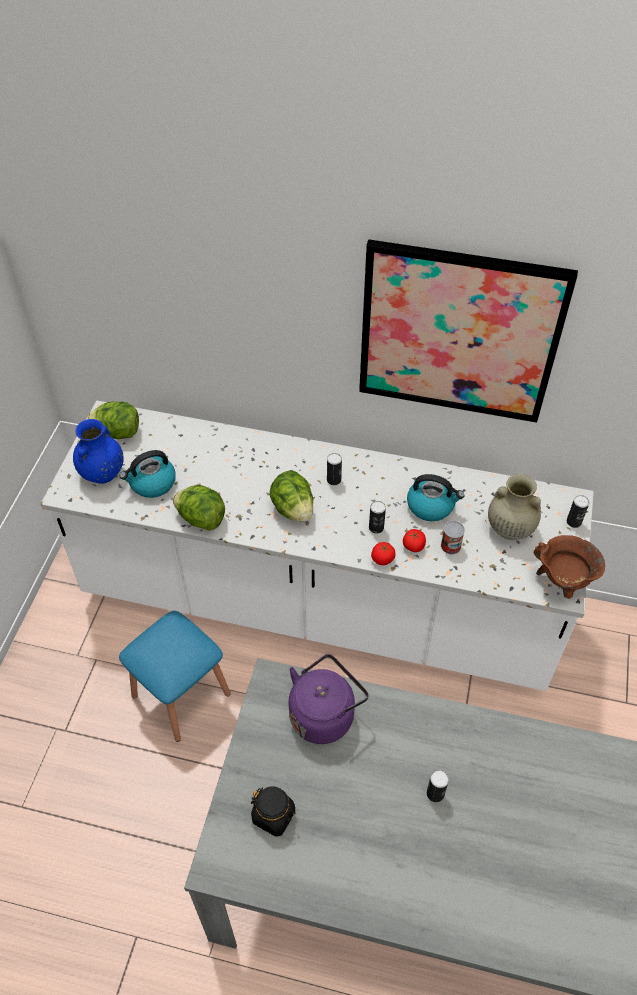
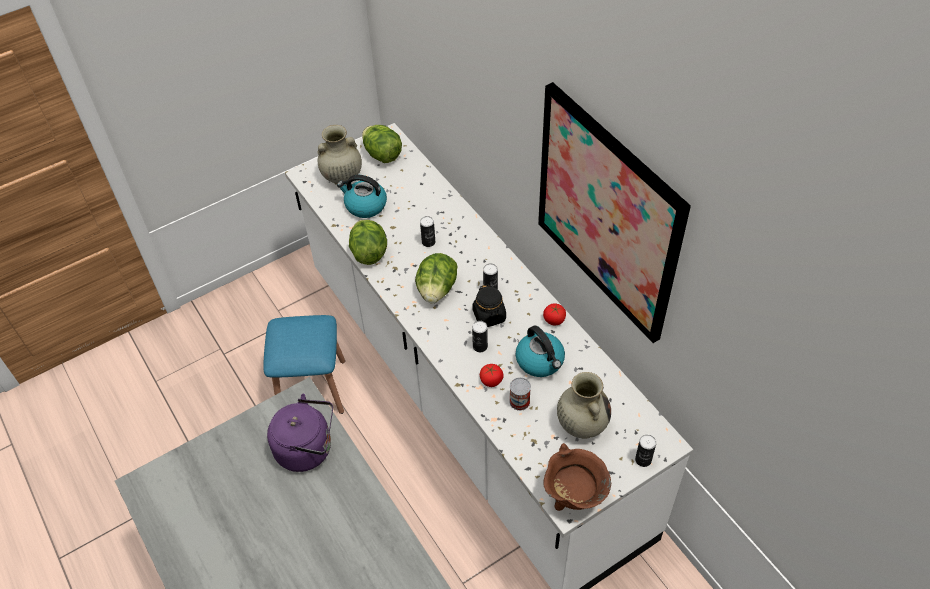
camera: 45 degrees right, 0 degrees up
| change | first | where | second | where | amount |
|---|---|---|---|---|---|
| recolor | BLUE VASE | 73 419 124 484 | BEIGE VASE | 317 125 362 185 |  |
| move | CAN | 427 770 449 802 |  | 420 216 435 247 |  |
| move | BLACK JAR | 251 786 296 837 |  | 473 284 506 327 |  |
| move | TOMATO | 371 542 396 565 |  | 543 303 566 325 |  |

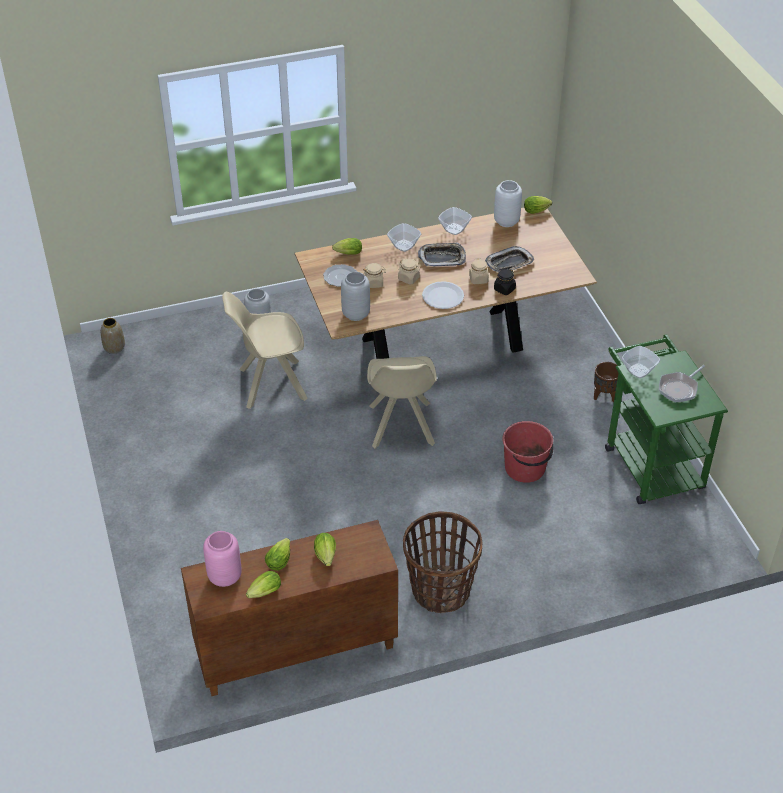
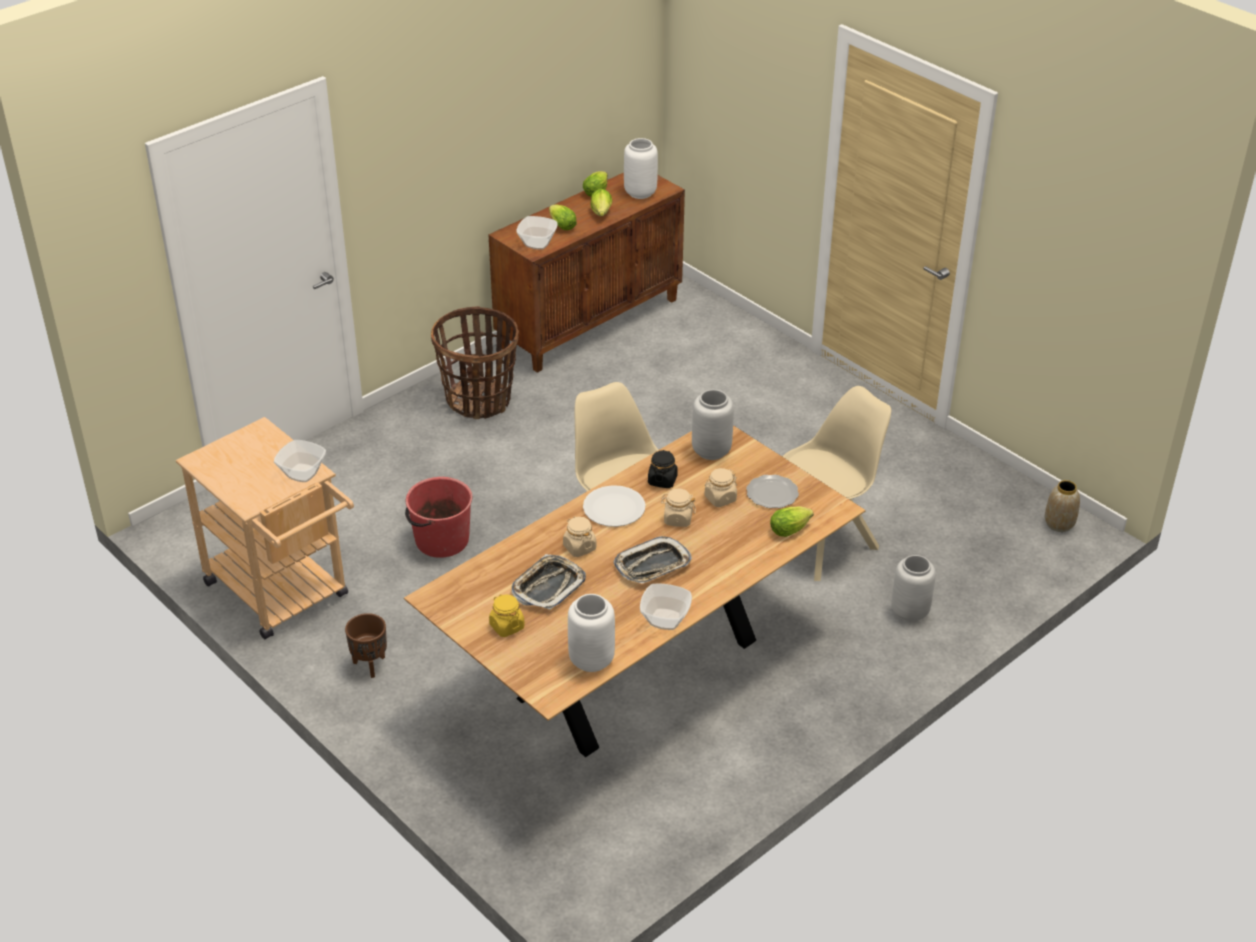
camera: 155 degrees right, 5 degrees down
| change | first | where | second | where | amount |
|---|---|---|---|---|---|
| recolor | GREEN CART | 605 334 728 504 | BEIGE CART | 176 417 354 639 |  |
| insert |  |  | YELLOW JAR | 489 594 525 637 |  |
| move | BOWL | 387 223 421 252 |  | 516 216 558 250 |  |
| recolor | PINK VASE | 203 531 242 587 | WHITE VASE | 624 138 658 199 |  |
| move | BLACK JAR | 494 269 516 295 |  | 648 450 678 488 |  |
| delete | LETTUCE | 524 196 552 214 |  |  |  |
| delete | FRYING PAN | 659 365 705 402 |  |  |  |

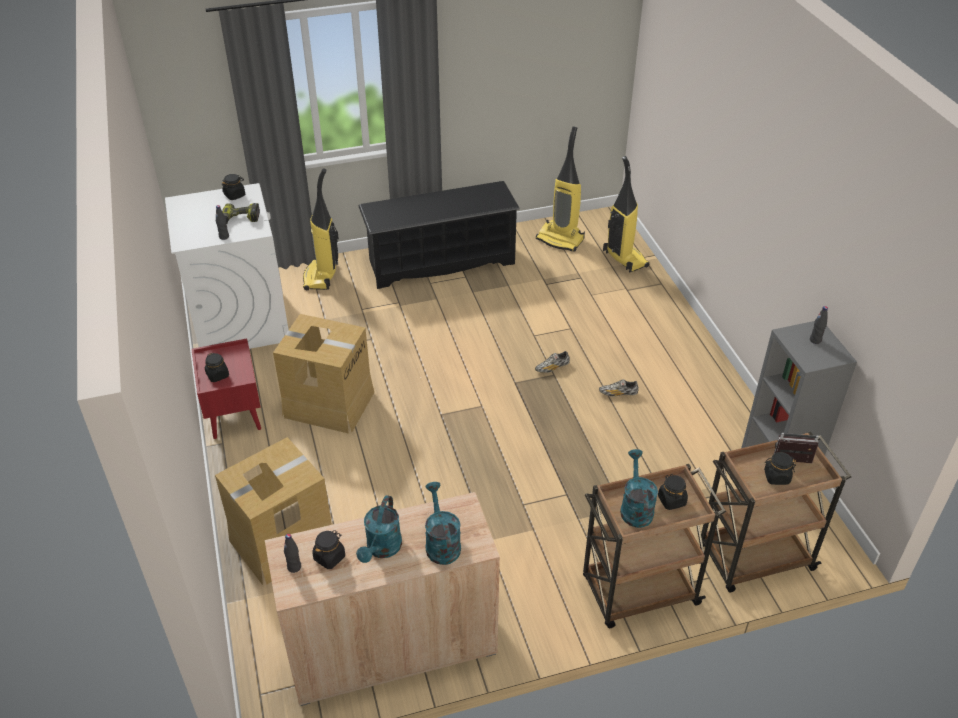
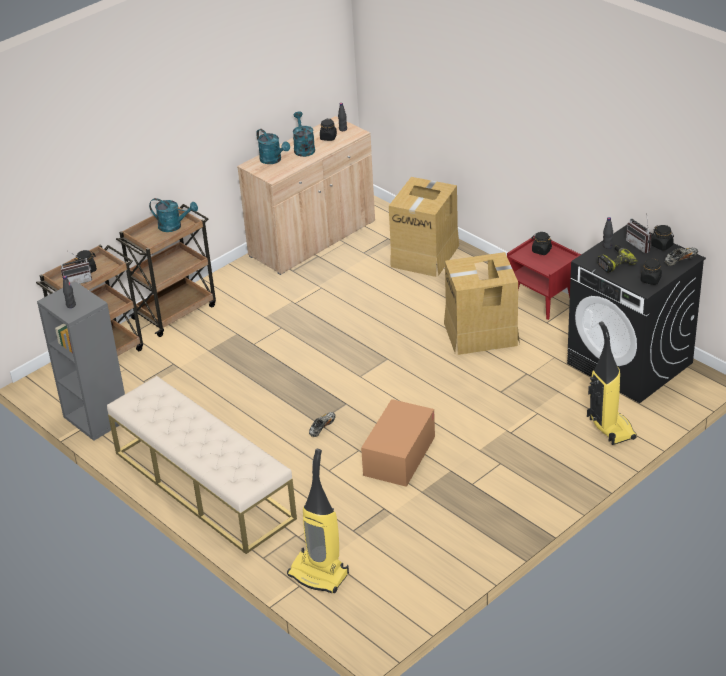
camera: 155 degrees right, 5 degrees down
| change | first | where | second | where | amount |
|---|---|---|---|---|---|
| insert |  |  | BEIGE BENCH | 107 376 297 554 |  |
| rotate | TURQUOISE WATERING CAN | 620 449 658 528 |  | 149 198 198 232 | 45 degrees counterclockwise |
| insert |  |  | CARDBOARD BOX | 361 399 435 487 |  |
| recolor | WHITE WASHING MACHINE | 165 183 289 349 | BLACK WASHING MACHINE | 567 225 706 403 |  |
| insert |  |  | RADIO | 626 213 651 253 |  |
| move | BLACK JAR | 658 474 688 510 |  | 652 225 674 251 |  |
| move | SHOE | 599 379 639 397 |  | 665 248 698 266 |  |
| delete | BLACK SHOE RACK | 359 181 520 289 |  |  |  |
| delete | VACUUM CLEANER | 536 126 585 252 |  |  |  |

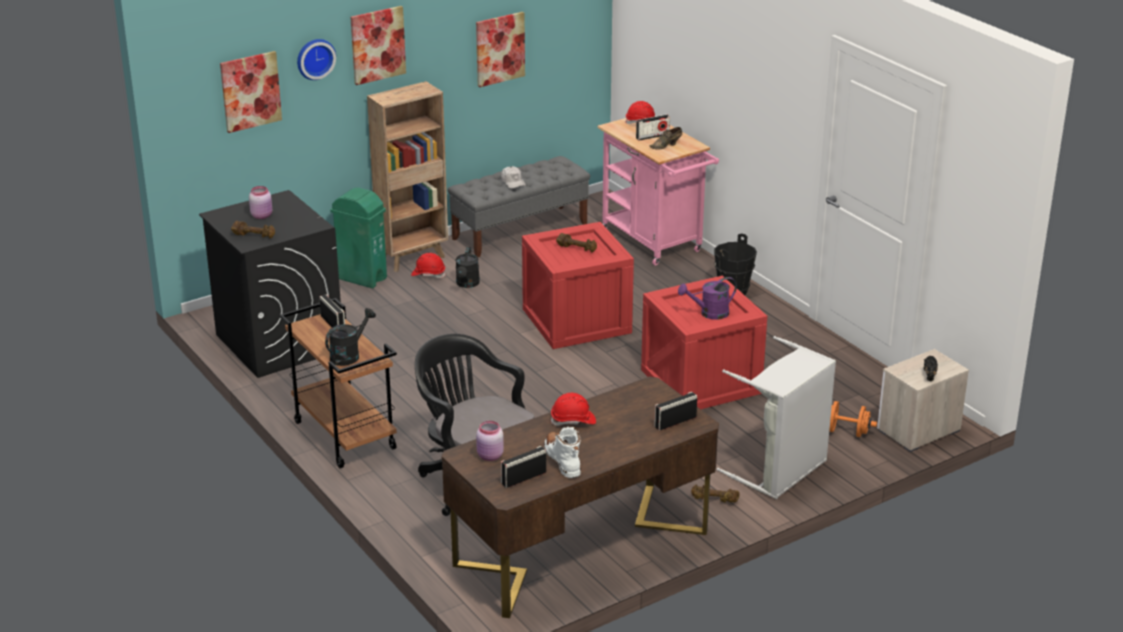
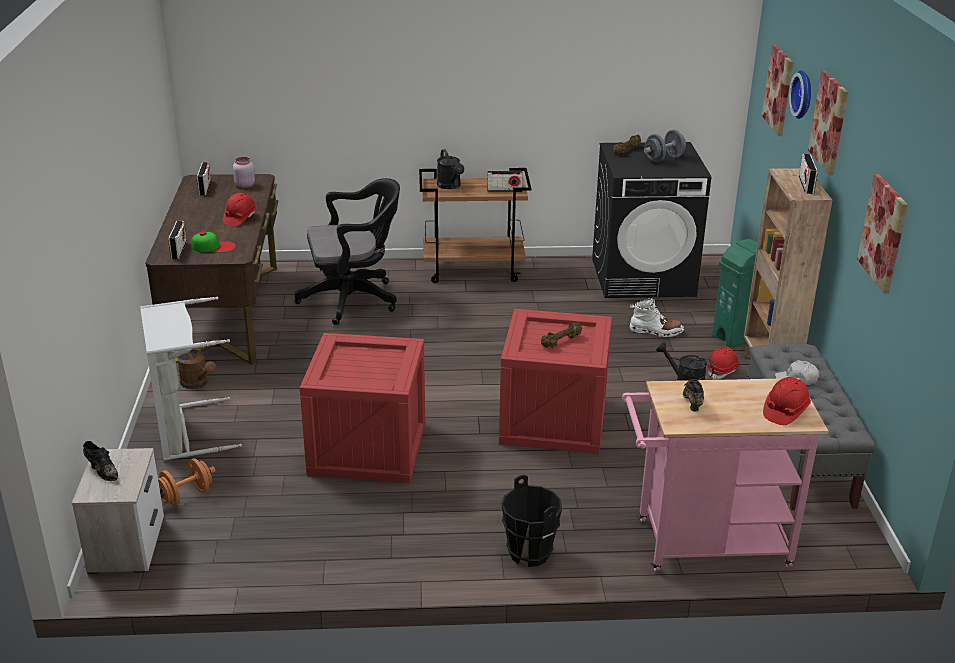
camera: 120 degrees right, 0 degrees up
| change | first | where | second | where | amount |
|---|---|---|---|---|---|
| replace | BROWN DUMBBELL | 691 485 740 503 | BROWN WATERING CAN | 177 349 216 389 |  |
| insert |  |  | CAP | 191 231 236 252 |  |
| move | WHITE BOOT | 544 427 581 478 |  | 629 298 684 337 |  |
| replace | PINK JAR | 249 186 272 219 | GREY DUMBBELL | 644 130 686 162 |  |
| move | RADIO | 636 114 670 141 |  | 799 154 818 194 |  |
| delete | PURPLE WATERING CAN | 678 277 737 320 |  |  |  |

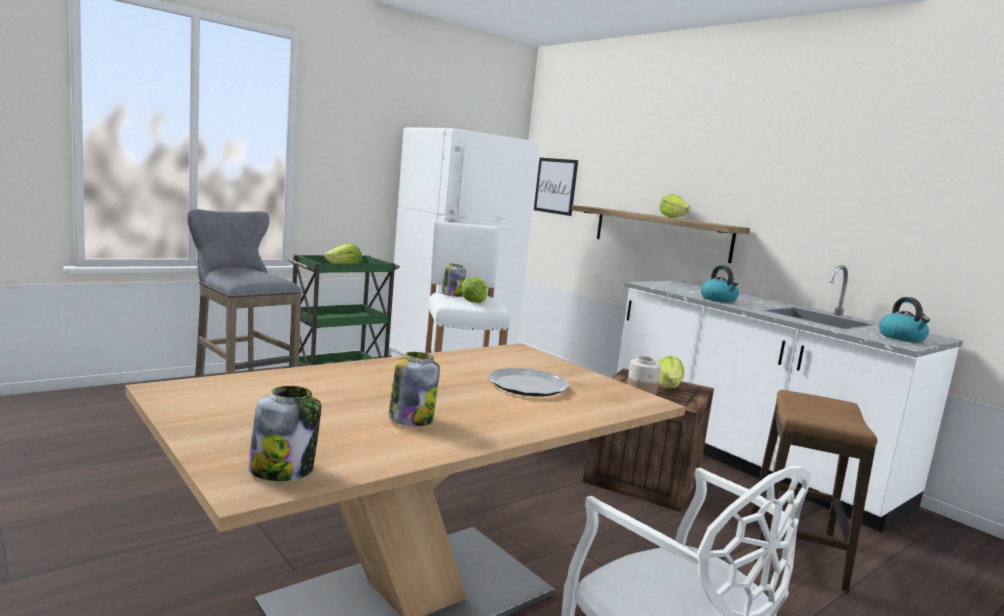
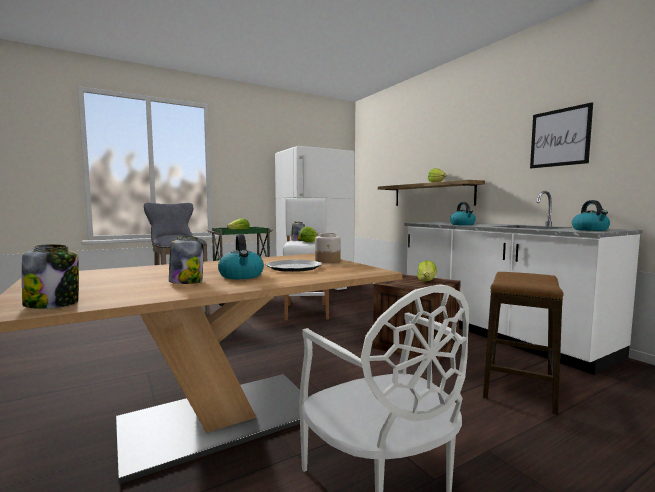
camera: 10 degrees right, 5 degrees down
| change | first | where | second | where | amount |
|---|---|---|---|---|---|
| insert |  |  | KETTLE | 218 234 264 279 |  |
| move | JAR | 627 356 661 394 |  | 315 233 341 263 |  |
| move | PICTURE | 534 158 578 216 |  | 530 102 593 168 |  |

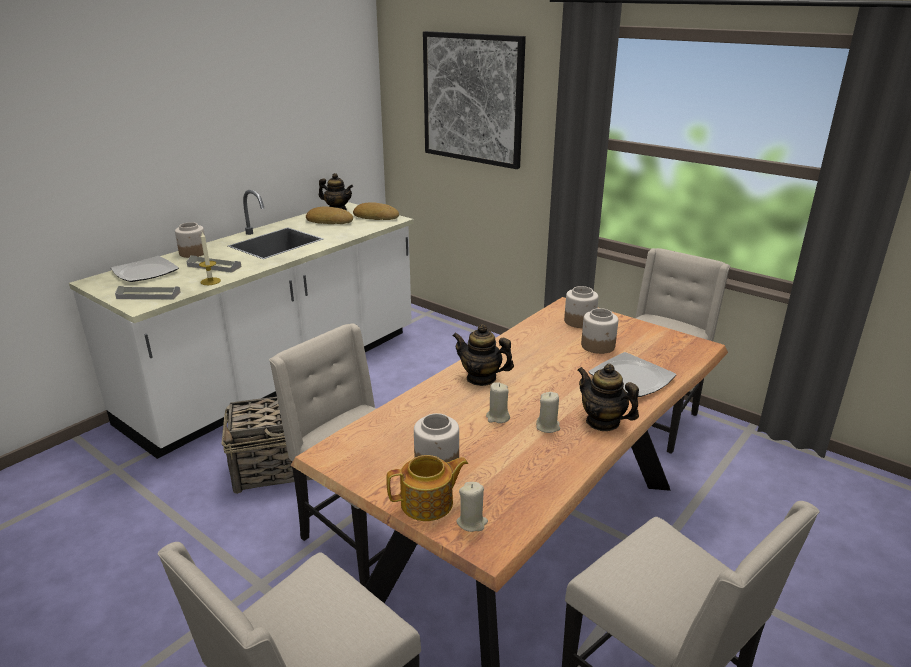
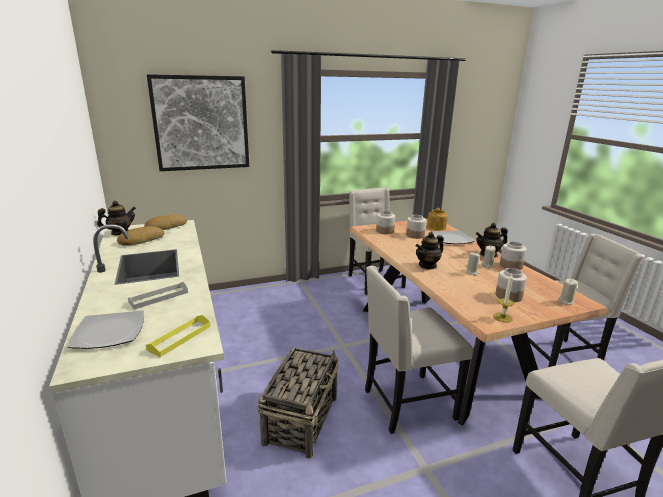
camera: 60 degrees left, 5 degrees down
| change | first | where | second | where | amount |
|---|---|---|---|---|---|
| recolor | GREY TRAY | 115 286 180 299 | YELLOW TRAY | 146 315 211 357 |  |
| move | TEAPOT | 386 455 468 521 |  | 427 208 448 231 |  |
| move | CANDLE | 199 232 221 285 |  | 493 273 514 322 |  |
| move | JAR | 175 222 205 258 |  | 500 241 527 270 |  |

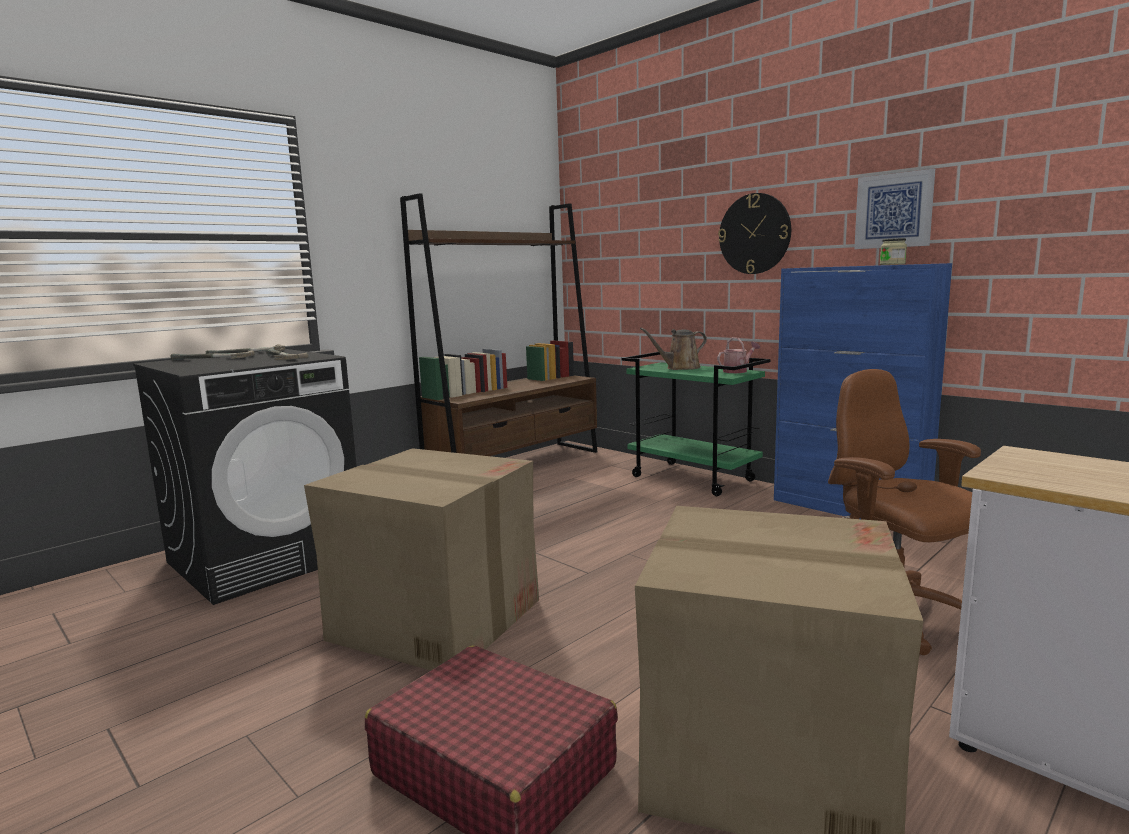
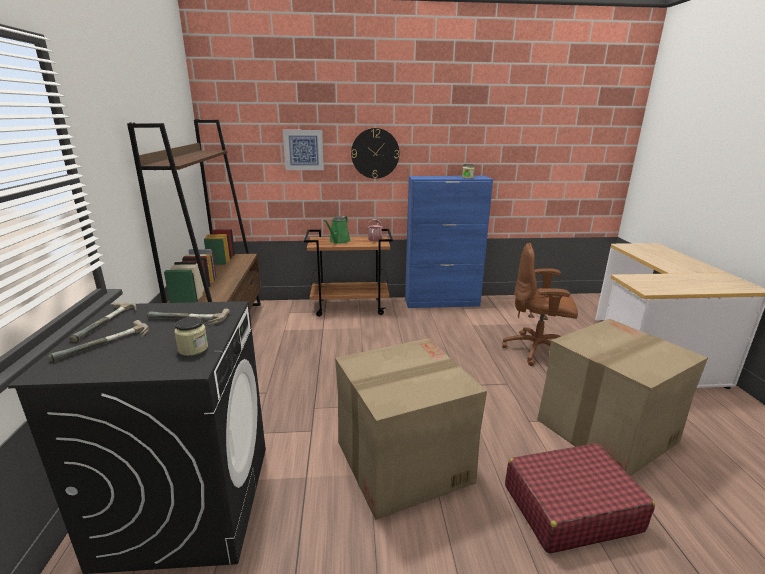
camera: 50 degrees left, 10 degrees up
| change | first | where | second | where | amount |
|---|---|---|---|---|---|
| insert |  |  | JAR | 174 317 208 356 |  |
| move | PICTURE | 854 169 935 249 |  | 283 130 324 170 |  |
| recolor | GREEN CART | 622 352 770 496 | BROWN CART | 304 229 393 317 |  |
| recolor | BROWN WATERING CAN | 640 328 707 370 | GREEN WATERING CAN | 324 216 351 244 |  |

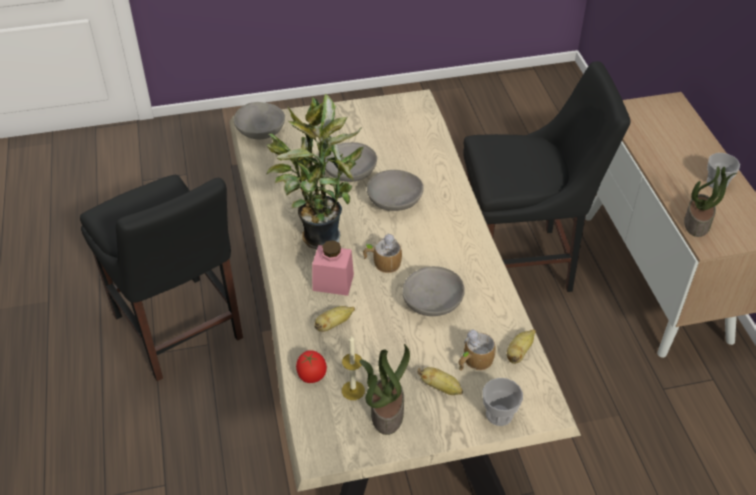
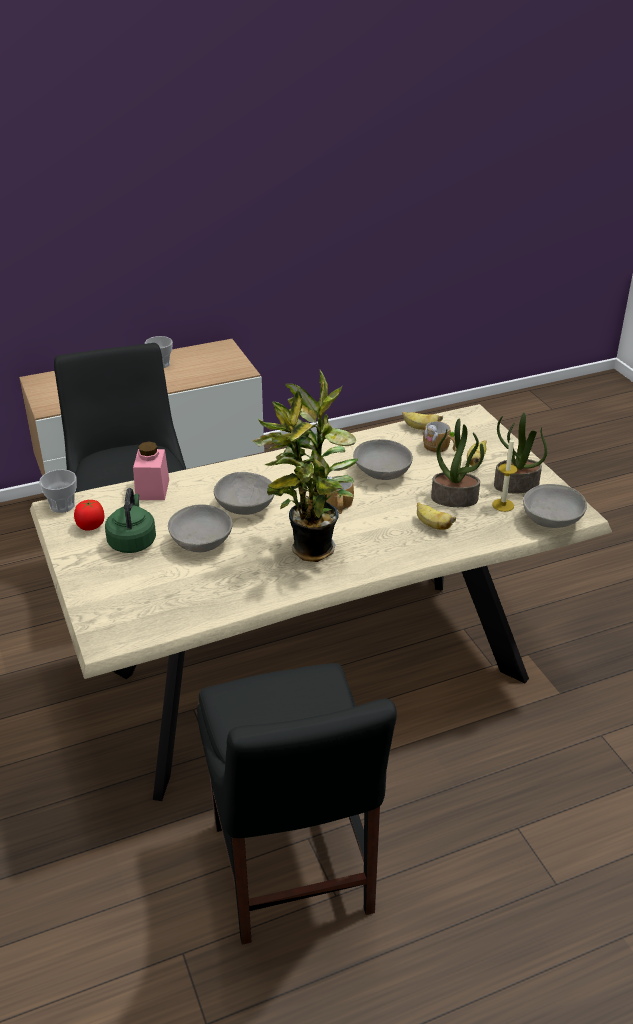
camera: 100 degrees left, 10 degrees down
| change | first | where | second | where | amount |
|---|---|---|---|---|---|
| move | CUP | 483 378 523 426 |  | 39 469 77 513 |  |
| move | TOMATO | 296 350 327 383 |  | 74 500 104 531 |  |
| insert |  |  | GREEN KETTLE | 105 488 156 553 |  |
| move | PINK JAR | 312 240 354 296 |  | 133 441 169 500 |  |
| rotate | BLACK CHAIR | 80 175 243 381 |  | 197 663 397 945 | 120 degrees clockwise |
| move | POTTED PLANT | 684 166 737 237 |  | 431 419 484 507 |  |
| move | GREY BOWL | 234 102 285 139 |  | 523 484 587 528 |  |

